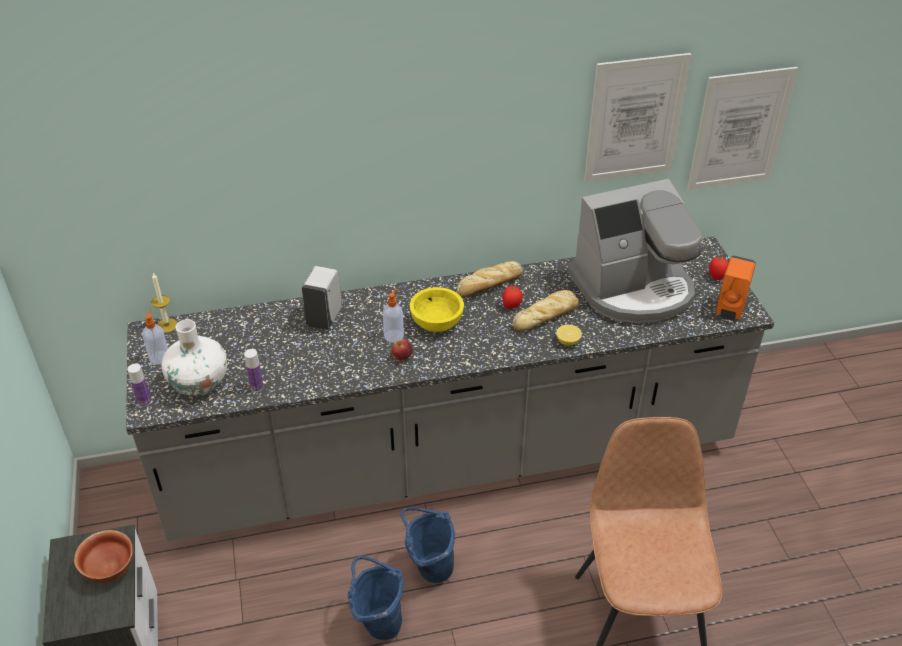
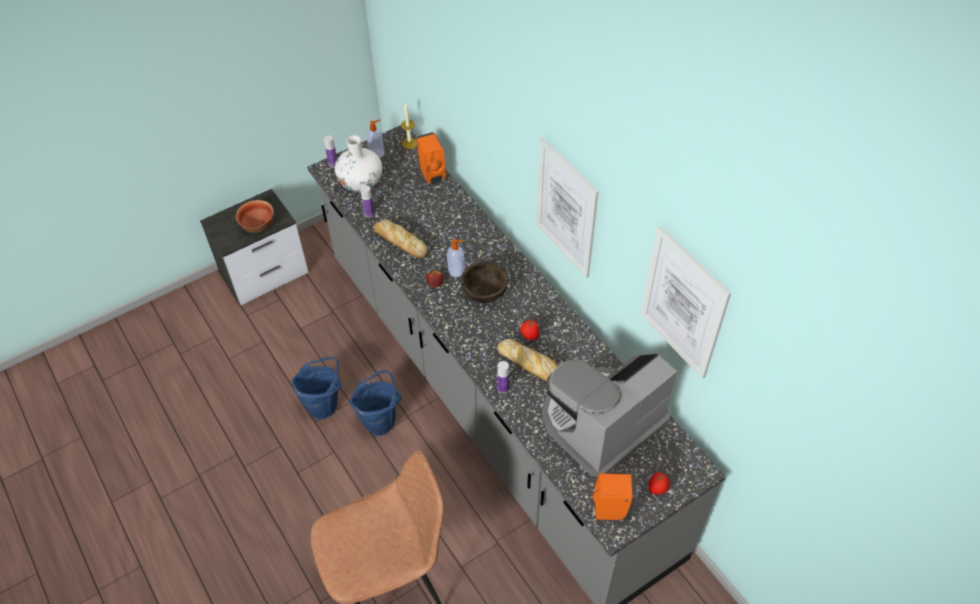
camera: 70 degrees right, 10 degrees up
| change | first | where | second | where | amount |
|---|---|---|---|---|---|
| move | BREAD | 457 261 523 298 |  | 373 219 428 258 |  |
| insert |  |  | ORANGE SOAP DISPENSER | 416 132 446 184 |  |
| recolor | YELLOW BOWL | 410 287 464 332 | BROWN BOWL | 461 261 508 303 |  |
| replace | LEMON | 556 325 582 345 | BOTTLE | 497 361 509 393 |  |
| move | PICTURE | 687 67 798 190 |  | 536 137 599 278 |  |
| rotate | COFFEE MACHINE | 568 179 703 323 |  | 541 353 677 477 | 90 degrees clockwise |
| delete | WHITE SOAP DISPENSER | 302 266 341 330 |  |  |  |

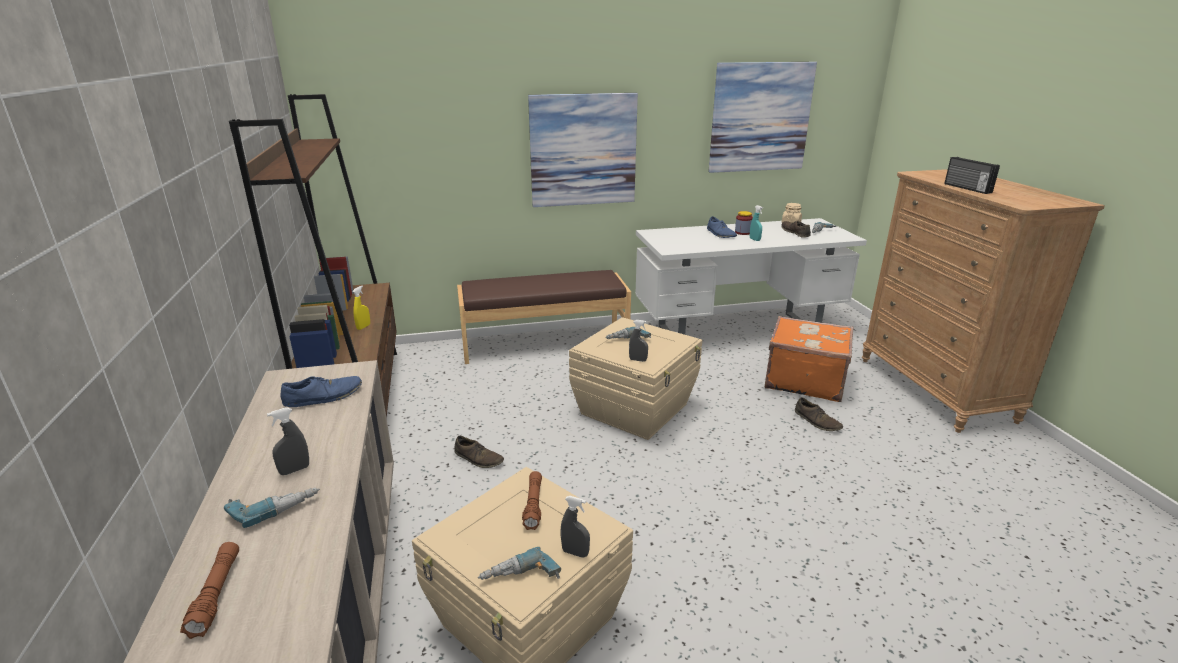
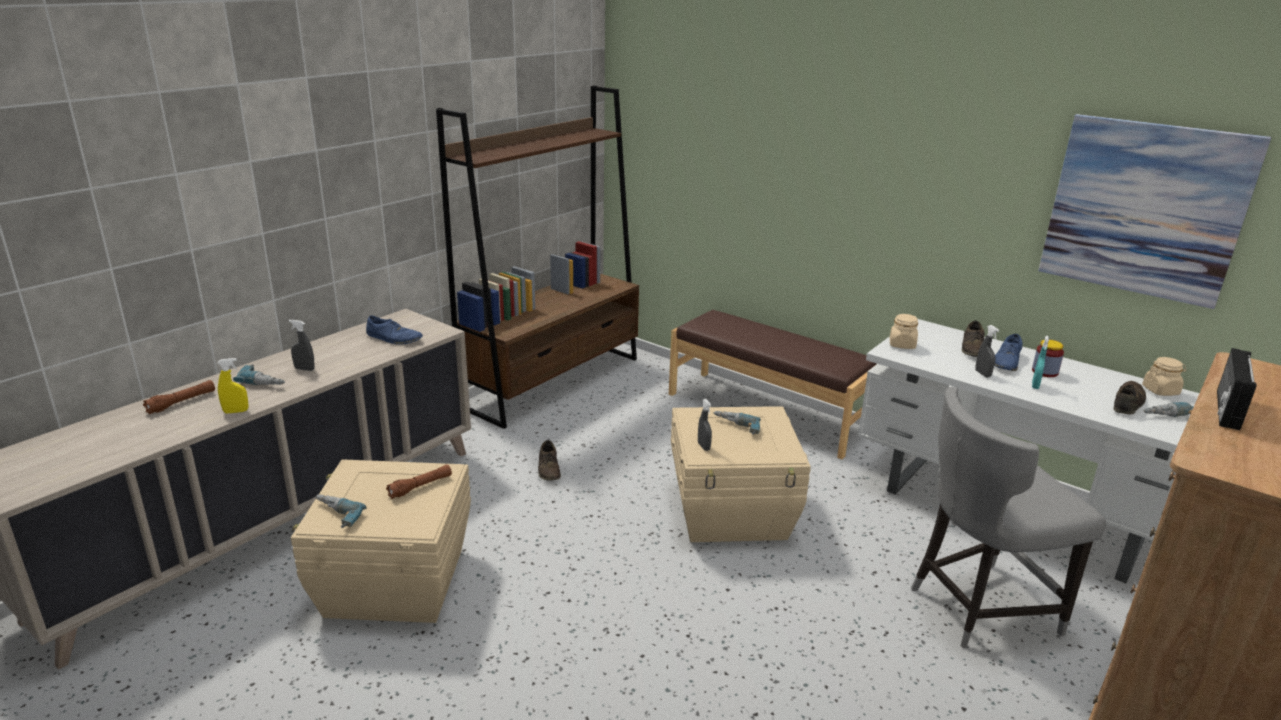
camera: 50 degrees right, 0 degrees up
| change | first | where | second | where | amount |
|---|---|---|---|---|---|
| move | YELLOW SPRAY BOTTLE | 352 286 370 330 |  | 217 358 248 413 |  |
| insert |  |  | BEIGE JAR | 890 314 918 349 |  |
| replace | ORANGE SUITCASE | 765 316 854 402 | GREY CHAIR | 911 387 1106 649 |  |
| move | BROWN SHOE | 795 397 843 431 |  | 962 321 985 357 |  |
| move | GREY SPRAY BOTTLE | 560 496 590 558 |  | 975 325 1000 377 |  |
| delete | PICTURE | 528 93 638 207 |  |  |  |

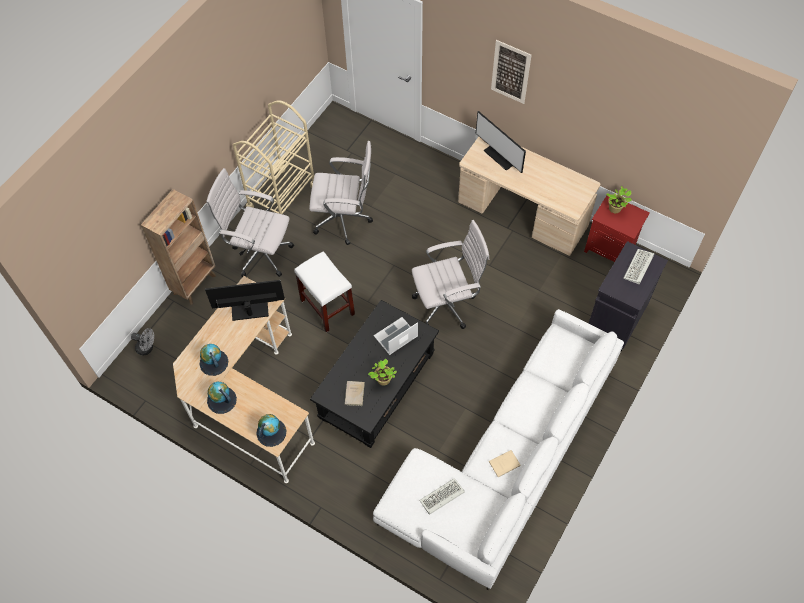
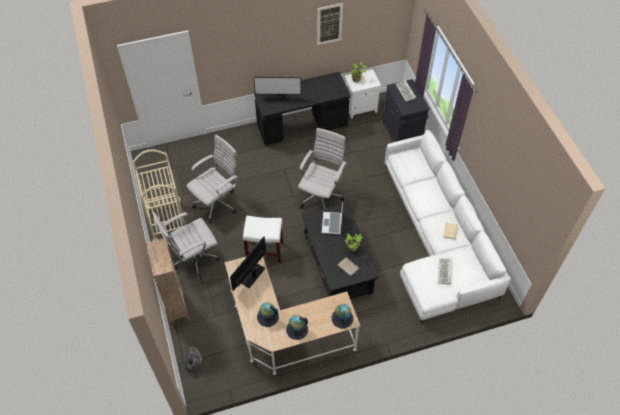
camera: 50 degrees left, 5 degrees down
| change | first | where | second | where | amount |
|---|---|---|---|---|---|
| recolor | BEIGE DESK | 458 137 600 256 | BLACK DESK | 254 72 351 145 |  |
| move | PICTURE | 491 40 531 104 |  | 317 3 343 45 |  |
| recolor | RED NIGHTSTAND | 584 195 650 262 | WHITE NIGHTSTAND | 345 69 381 119 |  |

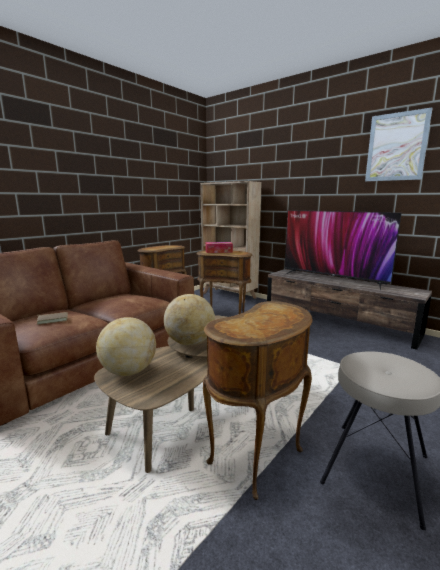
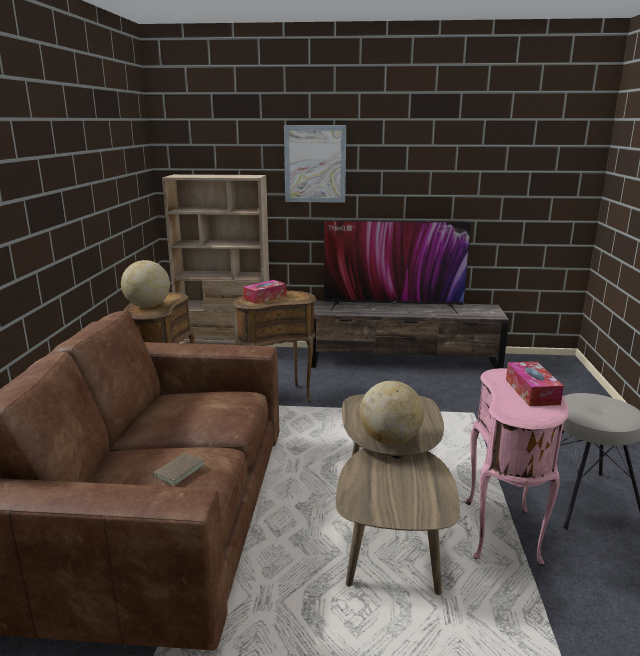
camera: 35 degrees left, 5 degrees up
| change | first | where | second | where | amount |
|---|---|---|---|---|---|
| move | GLOBE | 96 317 156 376 |  | 121 260 170 308 |  |
| move | PICTURE | 365 107 432 181 |  | 284 125 346 203 |  |
| recolor | BROWN SIDE TABLE | 203 301 313 500 | PINK SIDE TABLE | 465 368 569 566 |  |
| insert |  |  | TISSUE BOX | 506 361 564 406 |  |

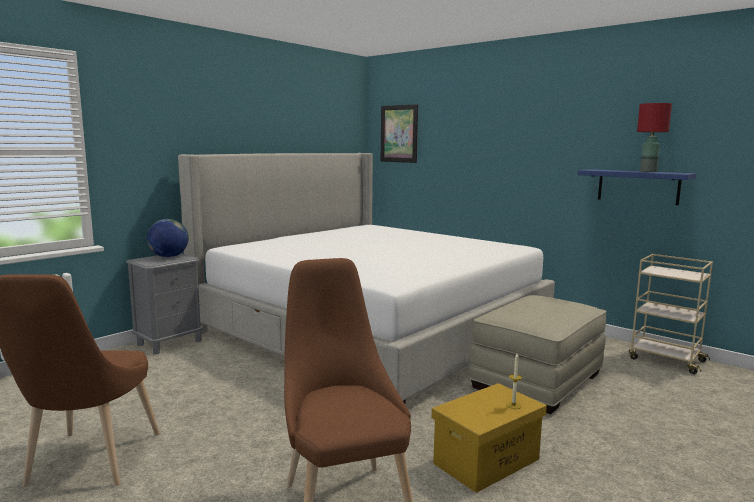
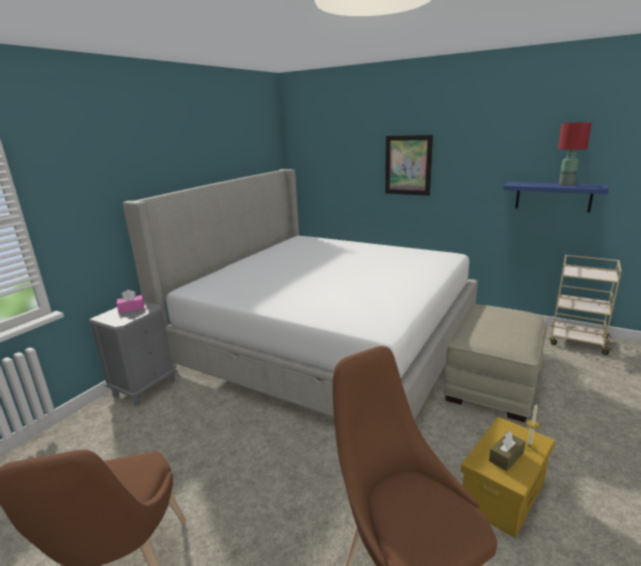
camera: 10 degrees left, 10 degrees up
| change | first | where | second | where | amount |
|---|---|---|---|---|---|
| replace | GLOBE | 147 219 189 258 | PINK TISSUE BOX | 117 289 144 313 |  |
| move | PICTURE | 381 104 418 163 |  | 385 135 433 196 |  |
| insert |  |  | BROWN TISSUE BOX | 489 431 525 471 |  |

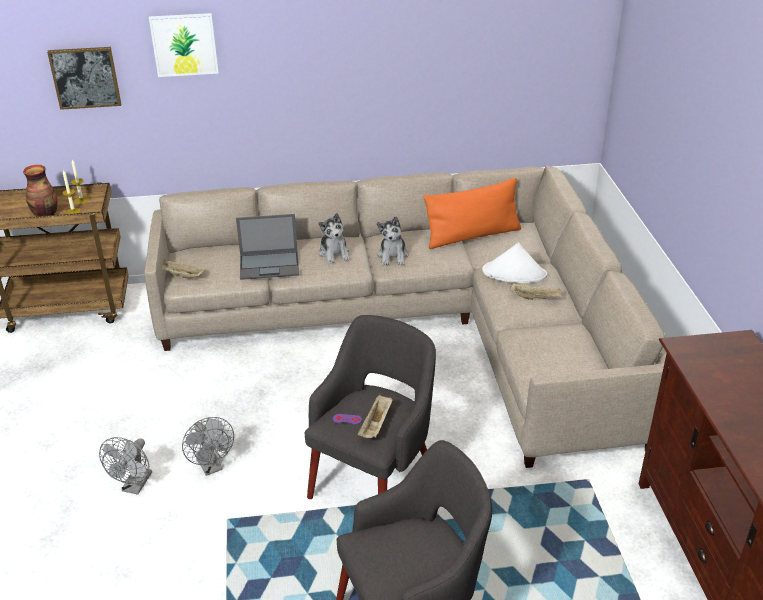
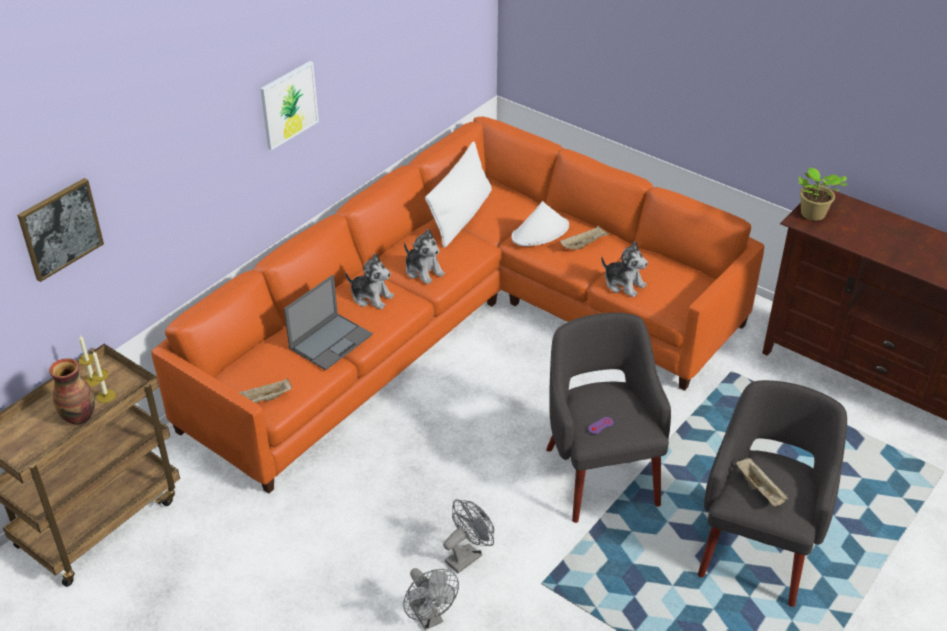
camera: 45 degrees left, 5 degrees up
| change | first | where | second | where | amount |
|---|---|---|---|---|---|
| recolor | BEIGE SOFA | 144 166 667 468 | ORANGE SOFA | 151 116 764 494 |  |
| move | PICTURE | 149 13 219 77 |  | 260 61 319 150 |  |
| recolor | ORANGE PILLOW | 423 178 521 249 | WHITE PILLOW | 425 141 492 248 |  |
| rotate | GREY FAN | 182 417 234 476 |  | 443 499 494 573 | 60 degrees counterclockwise |
| insert |  |  | PLUSH TOY | 601 241 648 297 |  |
| move | BEIGE TRAY | 358 395 392 438 |  | 736 458 788 506 |  |
| insert |  |  | POTTED PLANT | 798 167 848 221 |  |

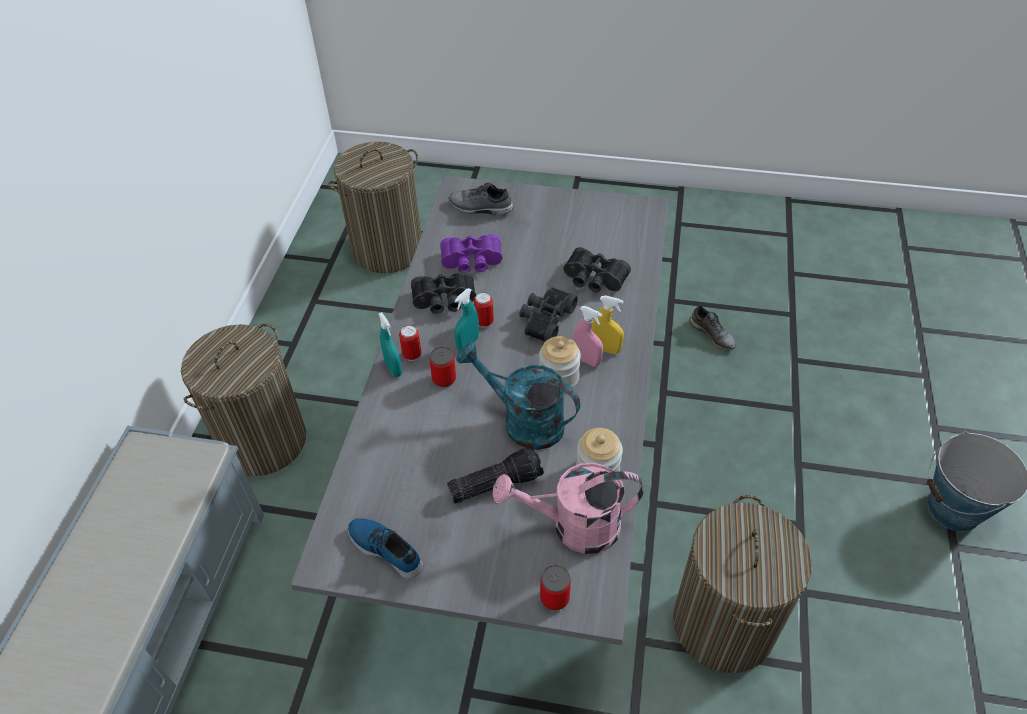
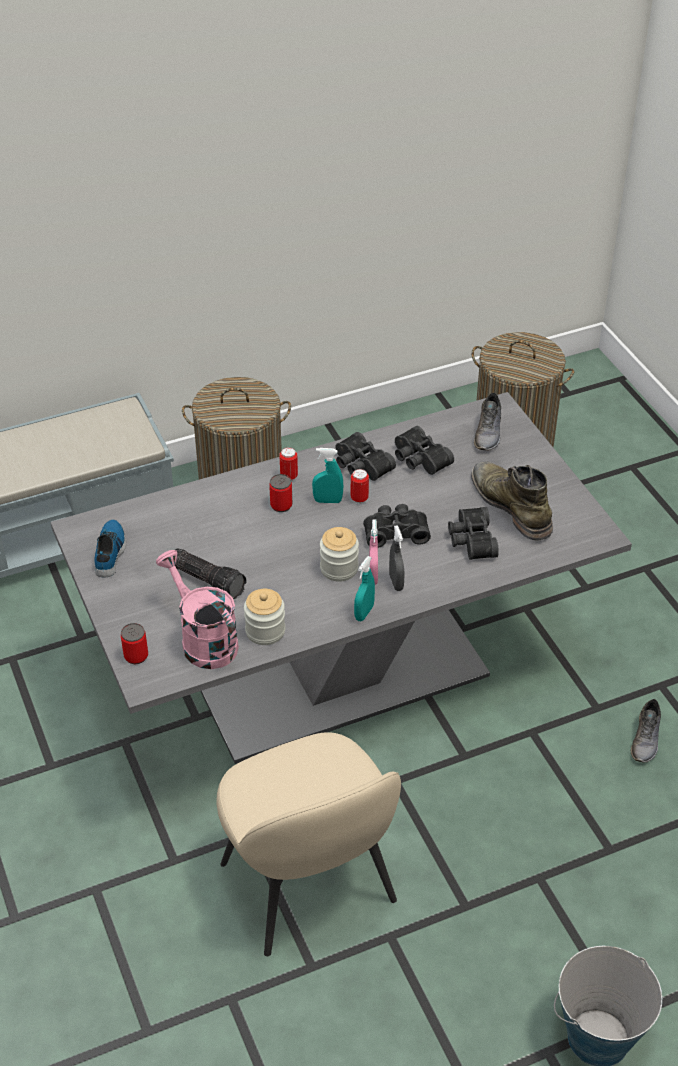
camera: 55 degrees right, 5 degrees down
| change | first | where | second | where | amount |
|---|---|---|---|---|---|
| replace | LAUNDRY BASKET | 673 495 812 673 | BEIGE CHAIR | 216 732 401 956 |  |
| move | TURQUOISE SPRAY BOTTLE | 378 312 402 377 |  | 354 556 375 621 |  |
| recolor | YELLOW SPRAY BOTTLE | 591 295 624 354 | GREY SPRAY BOTTLE | 389 525 405 591 |  |
| recolor | PURPLE BINOCULARS | 440 234 502 272 | BLACK BINOCULARS | 395 426 454 475 |  |
| insert |  |  | GREEN BOOT | 471 461 553 540 |  |
| rotate | GREY SHOE | 449 182 513 215 |  | 474 392 501 451 | 150 degrees counterclockwise |
| delete | TURQUOISE WATERING CAN | 456 342 580 450 |  |  |  |

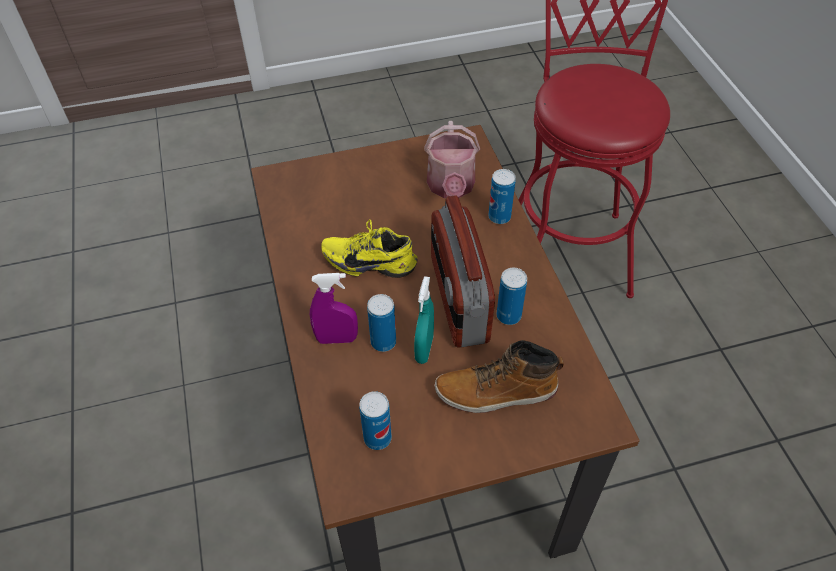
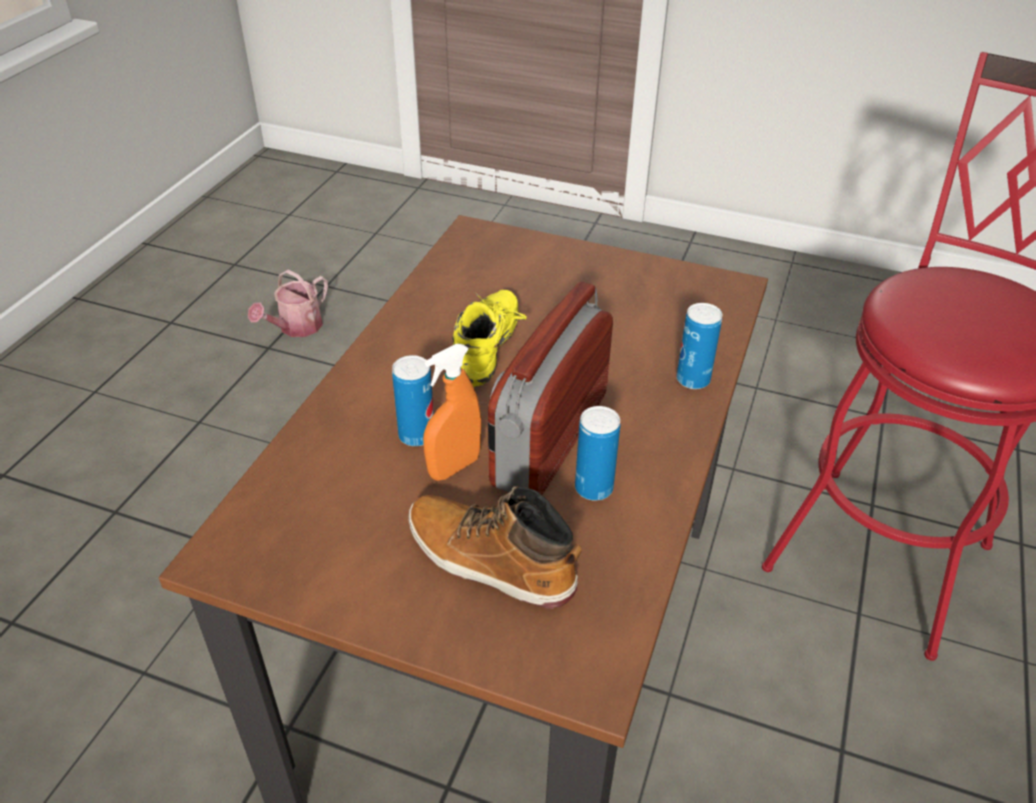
camera: 35 degrees right, 10 degrees down
| change | first | where | second | where | amount |
|---|---|---|---|---|---|
| move | WATERING CAN | 424 121 480 198 |  | 248 270 328 337 |  |
| recolor | TURQUOISE SPRAY BOTTLE | 414 276 434 364 | ORANGE SPRAY BOTTLE | 423 344 481 481 |  |
| rotate | YELLOW SHOE | 321 219 418 278 |  | 452 290 527 387 | 60 degrees clockwise |
| delete | PURPLE SPRAY BOTTLE | 310 273 358 344 |  |  |  |
| delete | CAN | 359 391 392 450 |  |  |  |

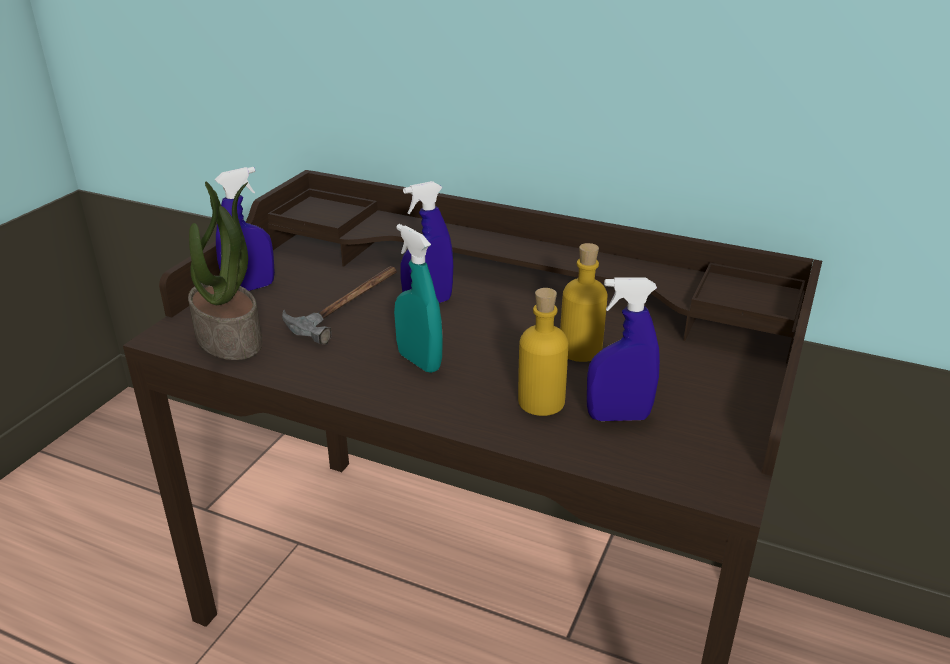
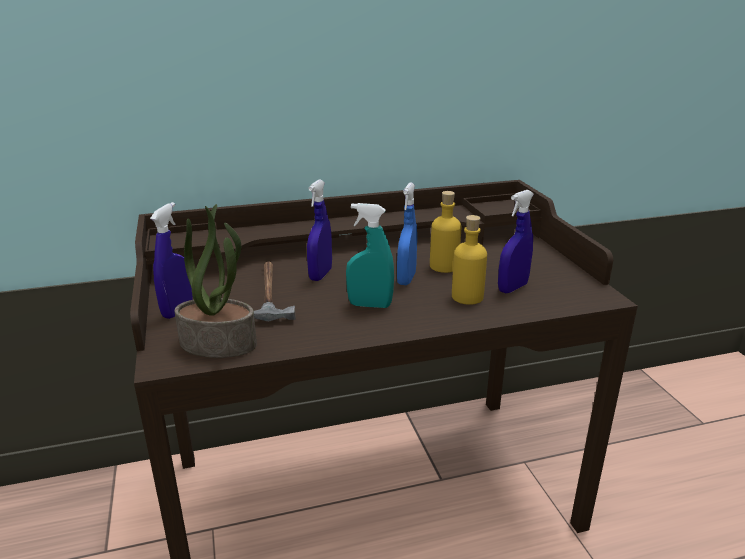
camera: 40 degrees left, 5 degrees down
| change | first | where | second | where | amount |
|---|---|---|---|---|---|
| insert |  |  | BLUE SPRAY BOTTLE | 397 183 417 285 |  |

